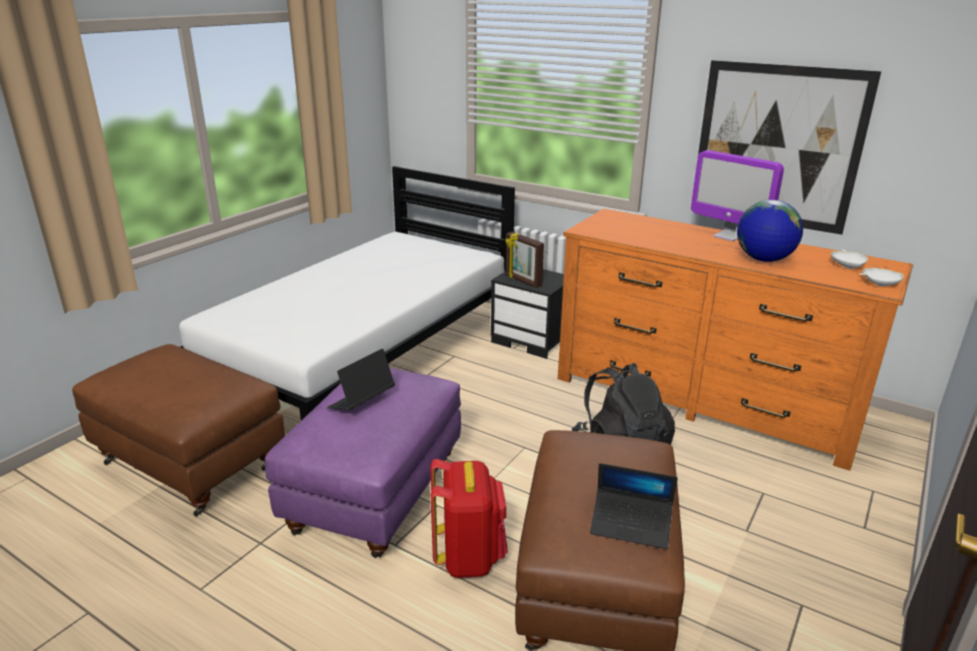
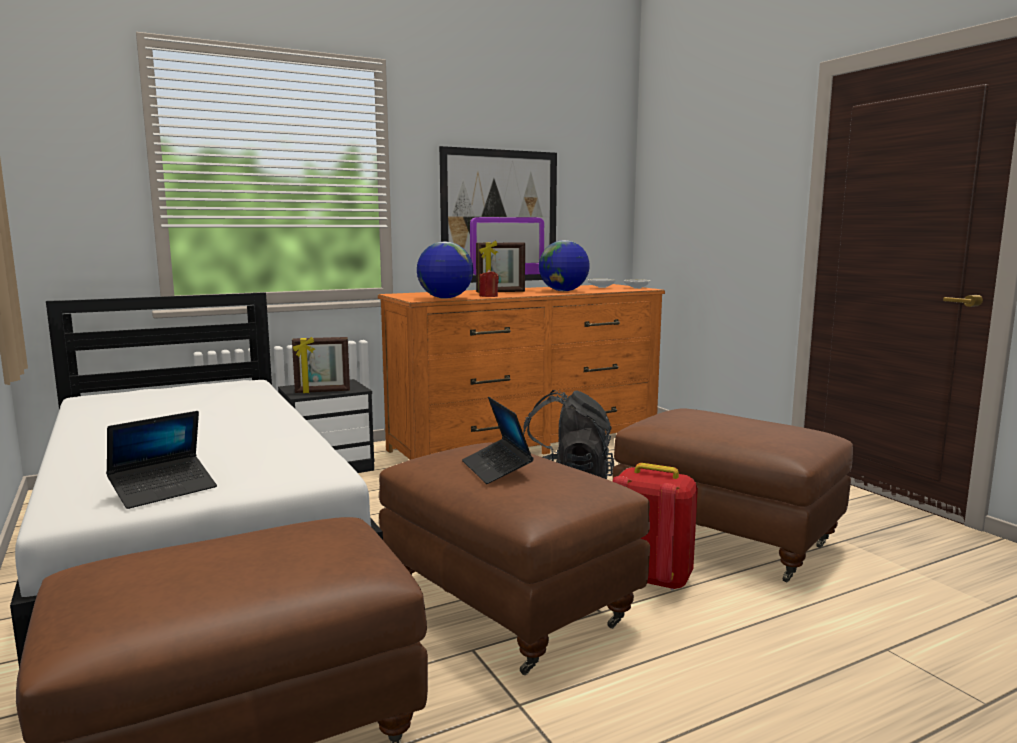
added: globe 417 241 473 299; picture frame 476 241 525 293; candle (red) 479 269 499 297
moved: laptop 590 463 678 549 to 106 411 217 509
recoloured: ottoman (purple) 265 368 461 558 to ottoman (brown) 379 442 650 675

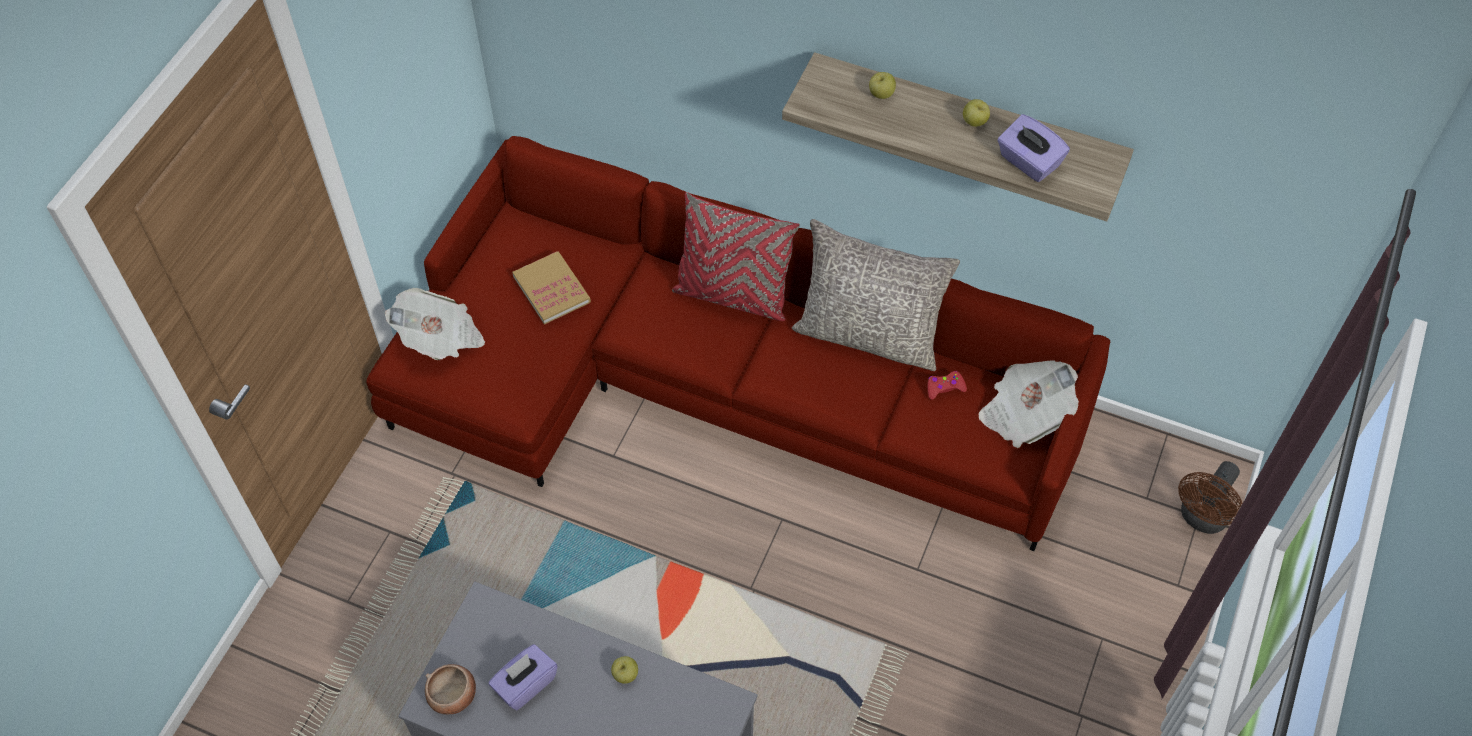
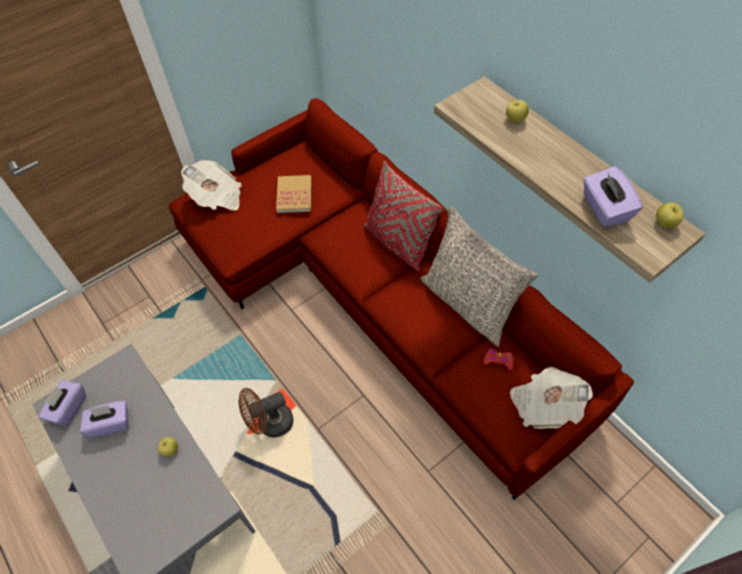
moved: apple 963 99 990 127 to 656 202 684 228; fan (brown) 1178 461 1242 534 to 238 388 293 437
replaced: bowl 425 664 476 714 to tissue box (purple) 38 380 86 426

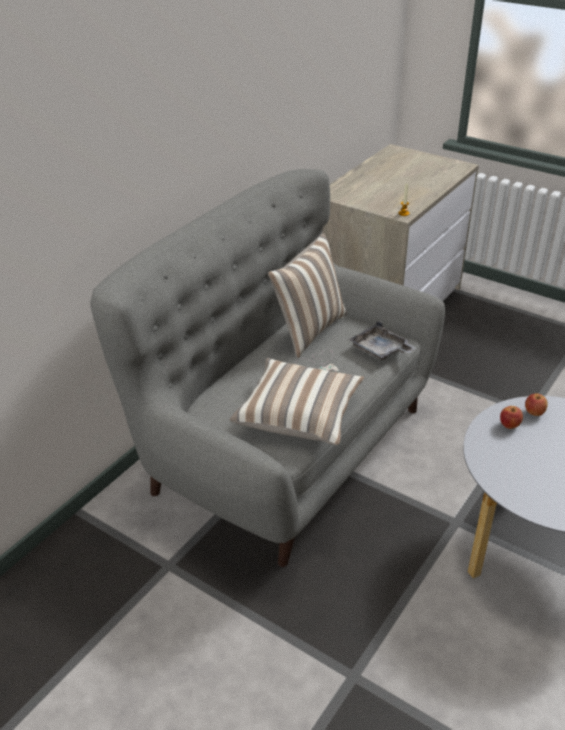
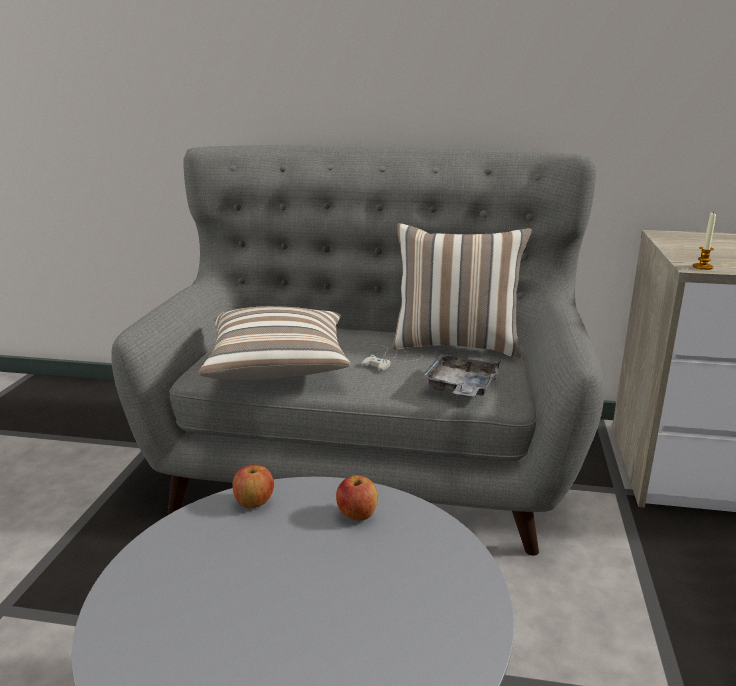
moved: apple 525 393 548 416 to 232 464 274 509

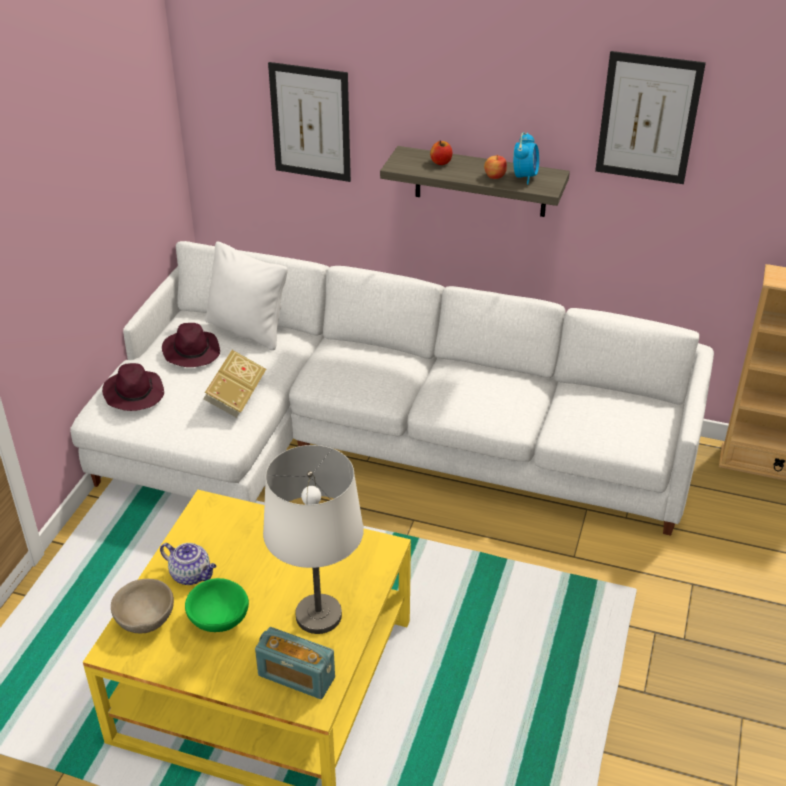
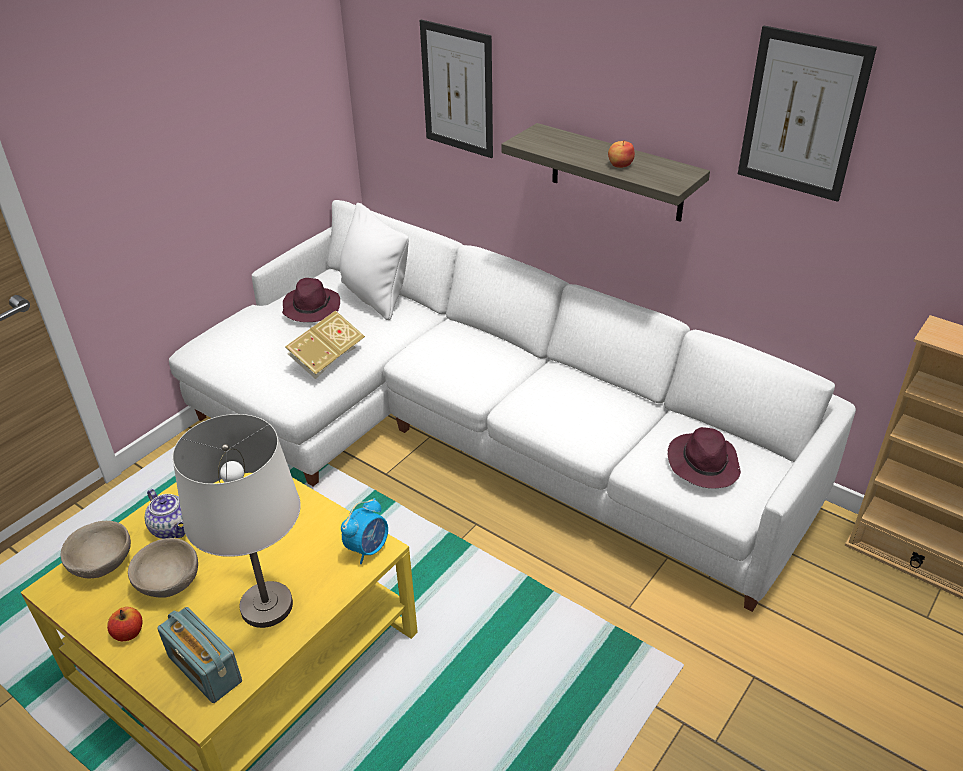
moved: alarm clock 513 132 539 185 to 341 498 388 564; apple 430 140 452 165 to 107 607 142 641; hat (purple) 102 363 164 411 to 667 427 741 489
recoloured: bowl (green) 185 578 249 632 to bowl (beige) 128 538 198 598

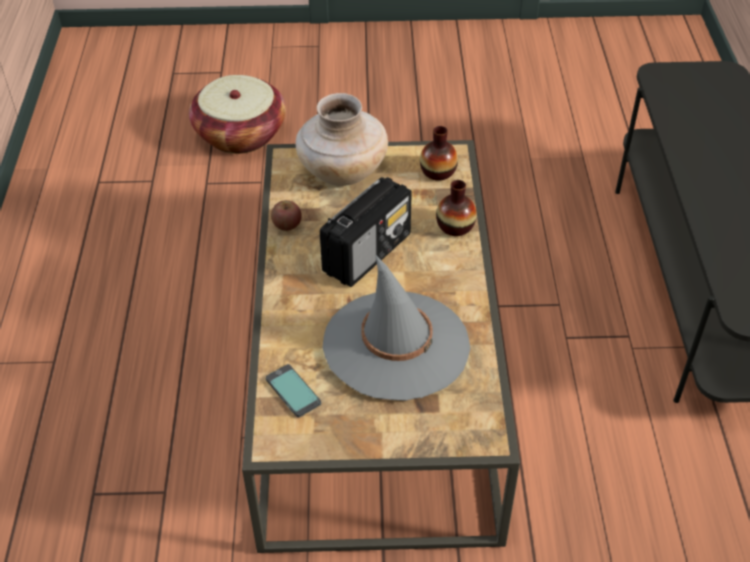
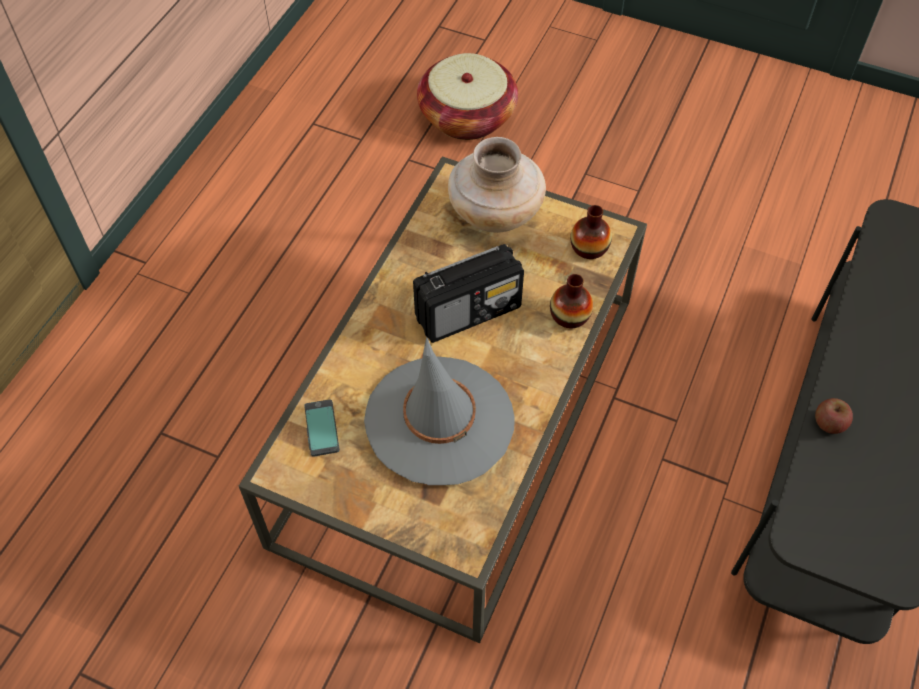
moved: apple 271 200 302 231 to 815 398 853 434

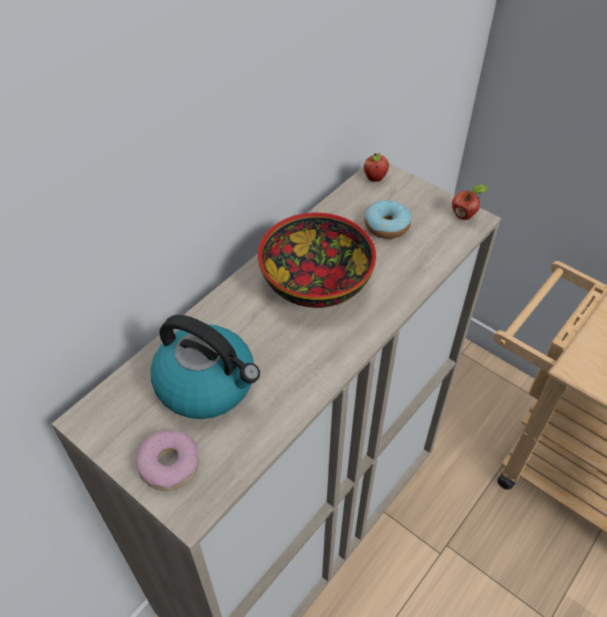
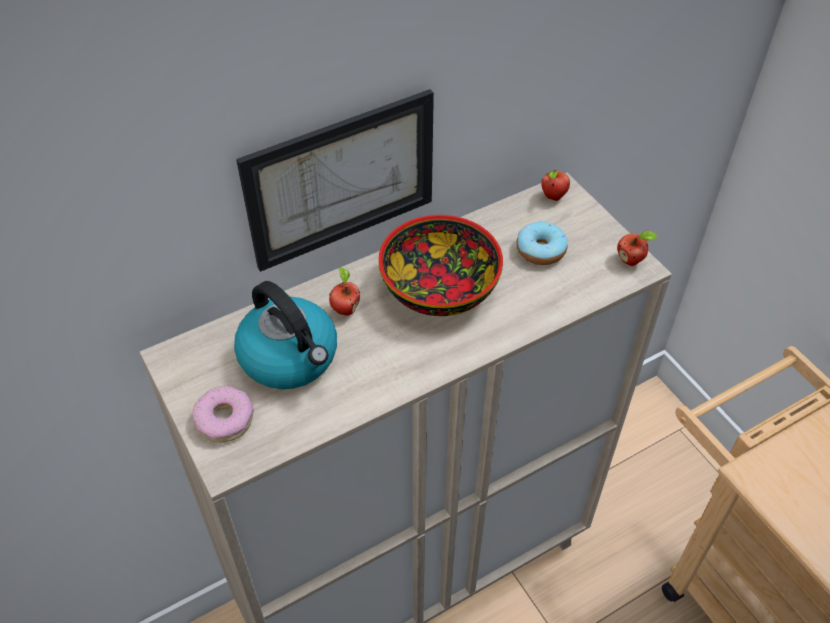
added: picture 236 89 434 272; apple 329 267 360 315

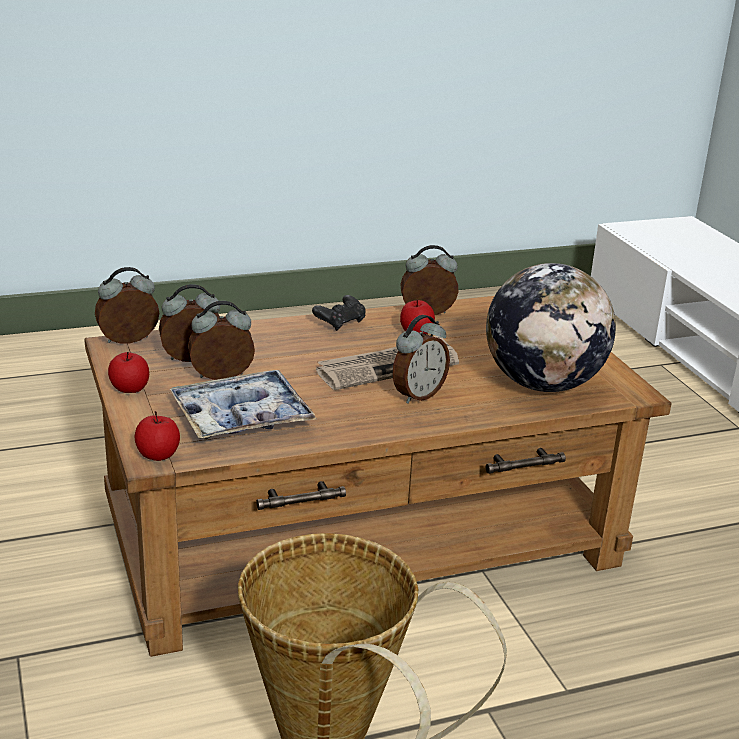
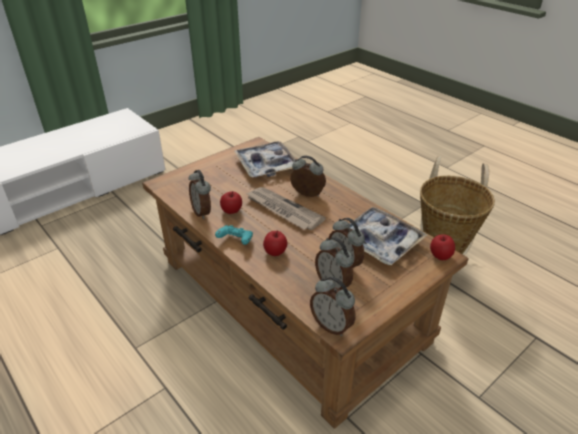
moved: apple 108 352 149 393 to 263 230 287 256
replaced: globe 486 263 616 392 to tray 234 141 295 178
recoloured: game controller (black) 312 295 365 331 to game controller (turquoise) 215 225 253 245

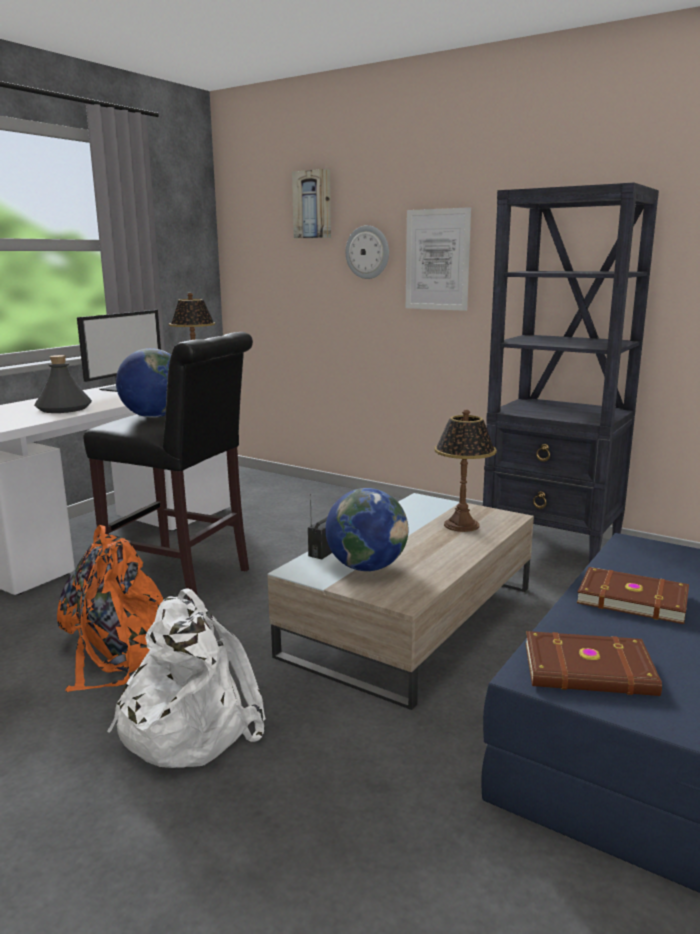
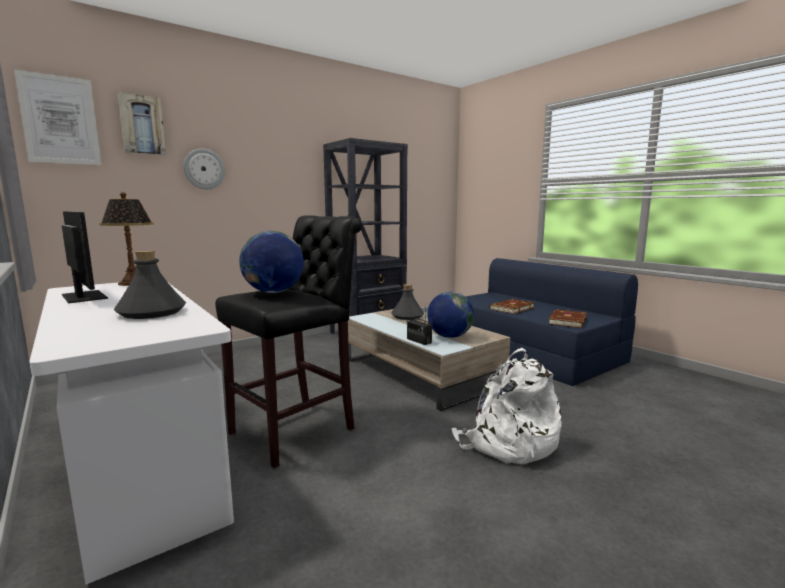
removed: backpack (orange) 57 525 165 692
moved: picture 406 207 471 311 to 14 69 101 165
replaced: table lamp 434 409 497 532 to bottle (grey) 391 284 424 320

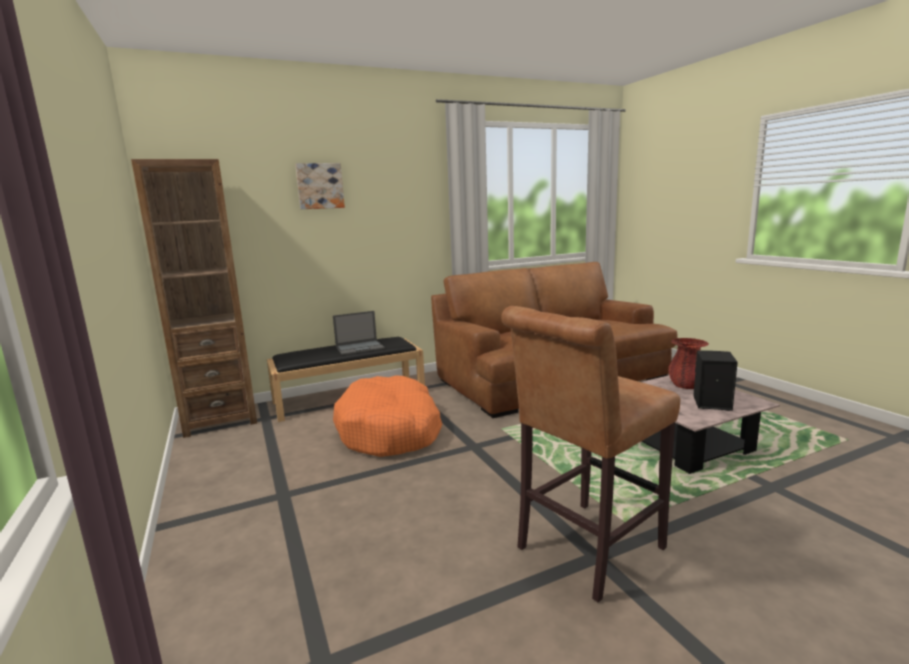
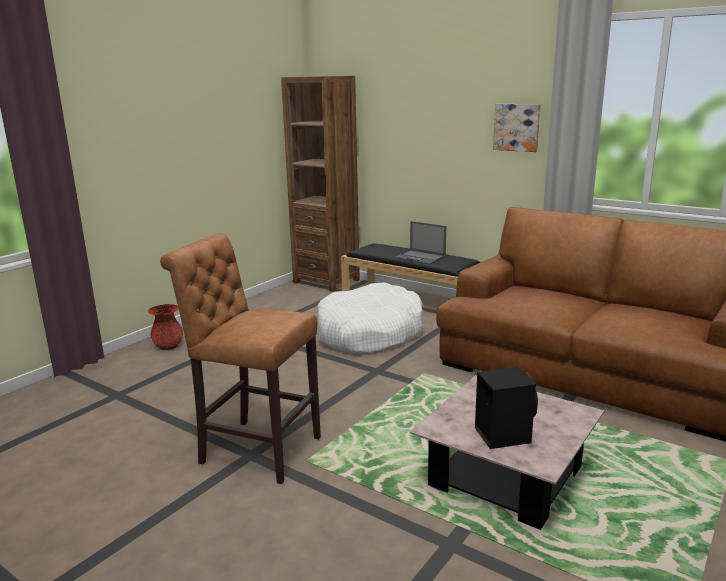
moved: picture 295 163 345 209 to 493 104 541 152; vase (red) 668 338 709 389 to 148 304 183 350
recoloured: dog bed (orange) 333 376 442 457 to dog bed (white) 317 282 424 354

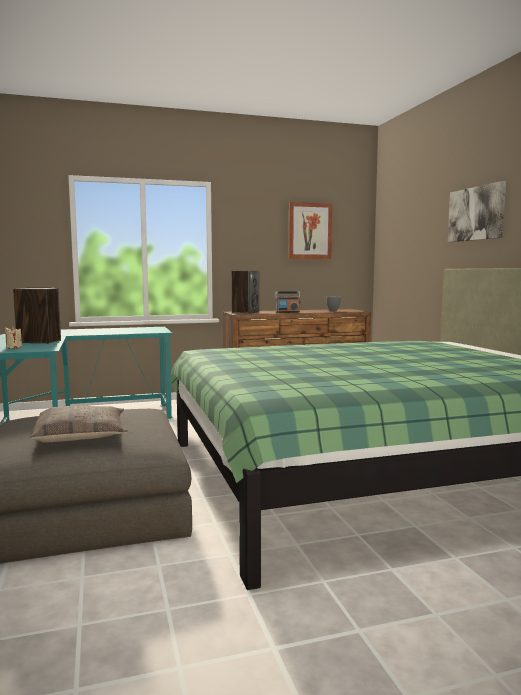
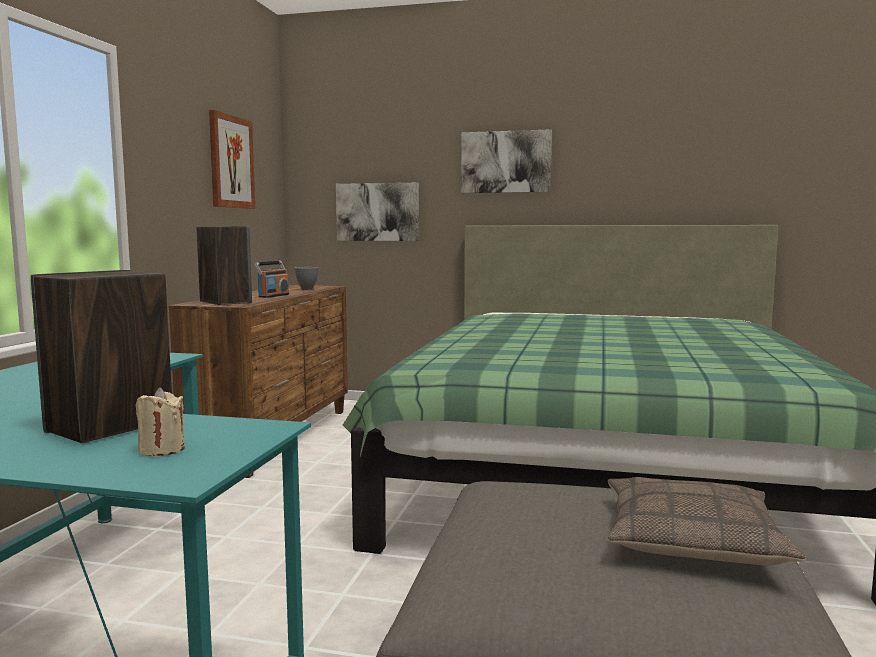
added: picture 336 183 419 241

